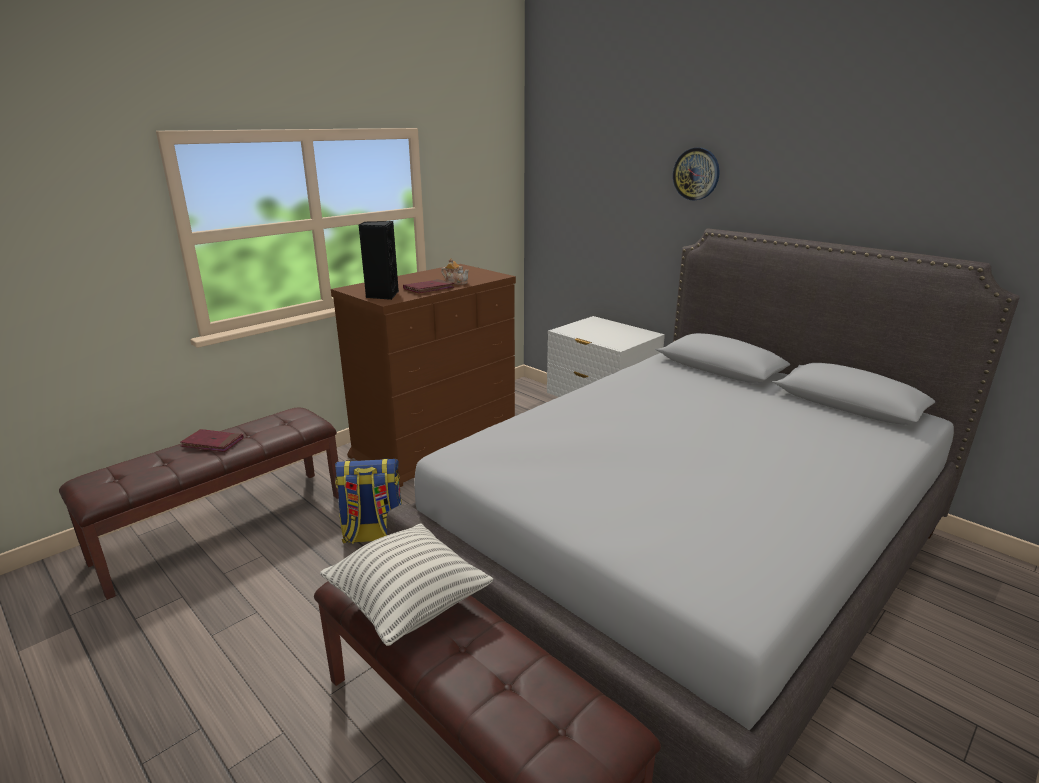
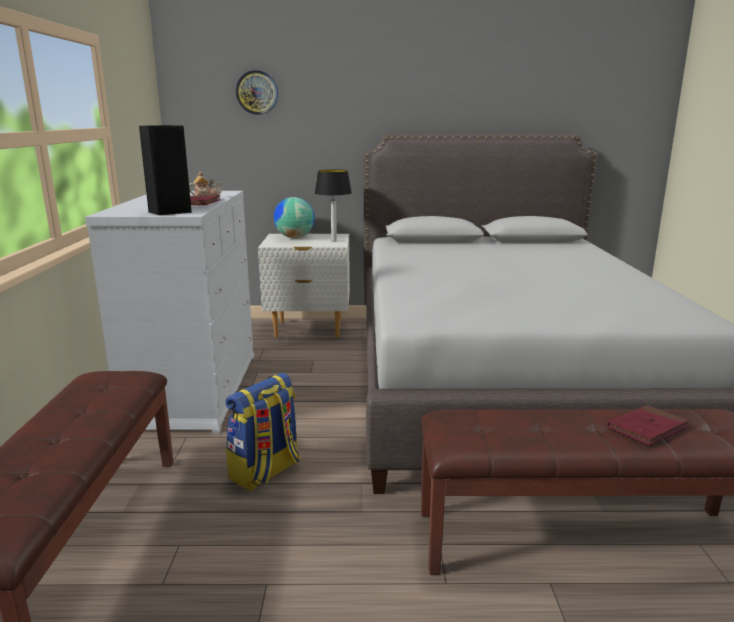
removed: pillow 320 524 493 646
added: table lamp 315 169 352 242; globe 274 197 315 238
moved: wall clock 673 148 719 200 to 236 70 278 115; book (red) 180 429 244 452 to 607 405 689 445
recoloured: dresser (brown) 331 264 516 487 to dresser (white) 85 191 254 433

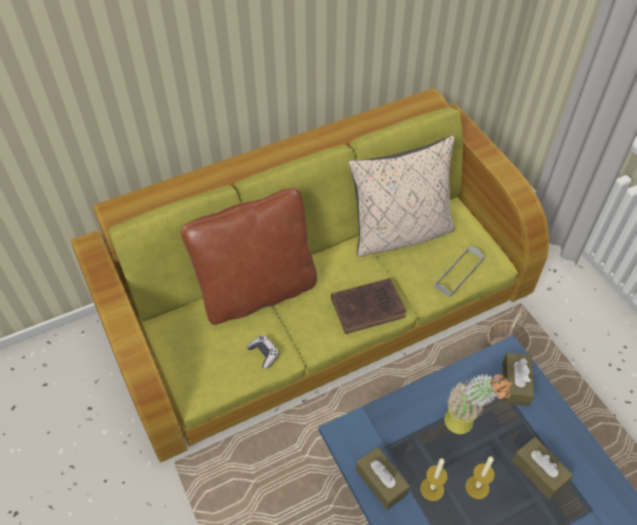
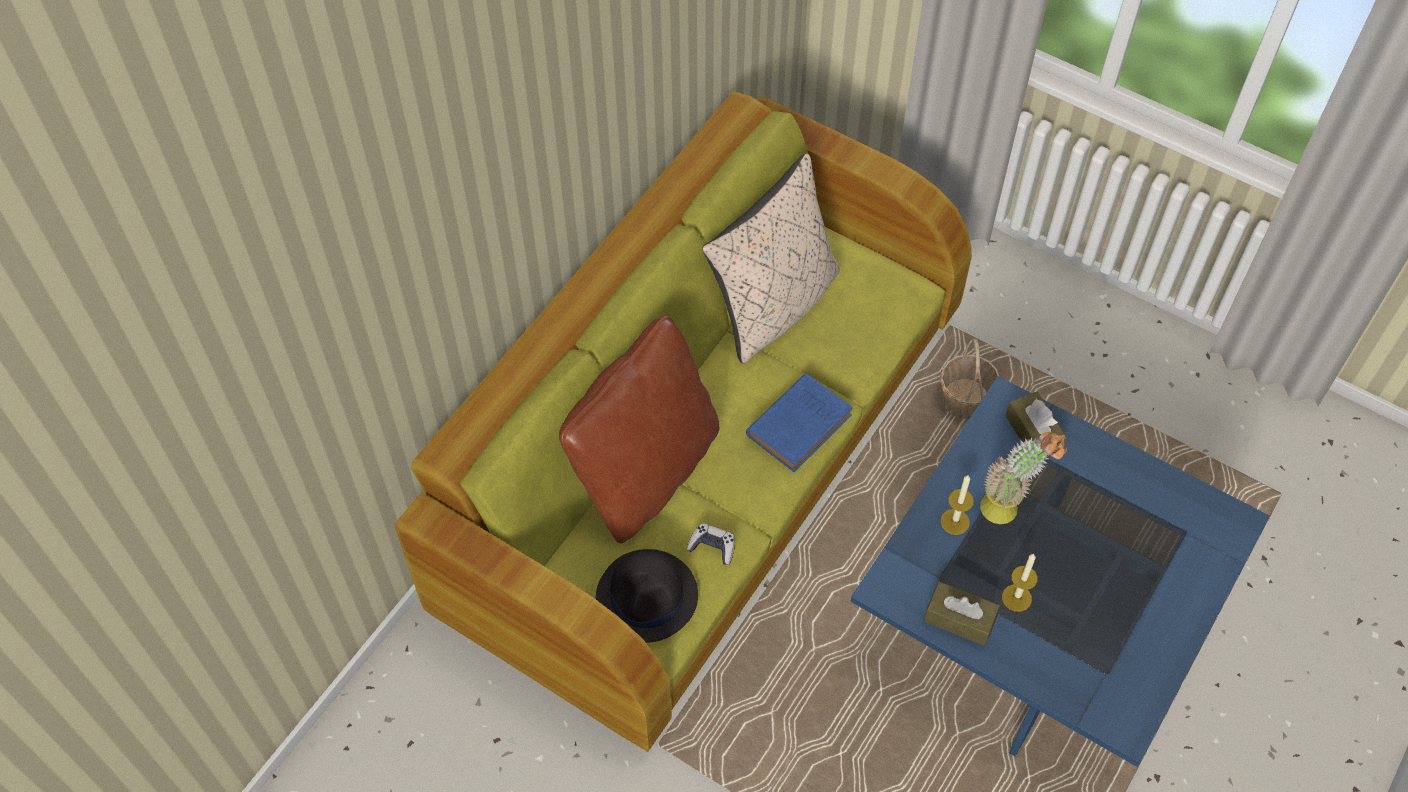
removed: tray (grey) 434 246 485 297; tissue box (brown) 512 437 573 499
added: hat (black) 596 549 698 643
moved: candle 465 457 495 499 to 940 475 974 535
recoloured: book (brown) 331 278 406 334 to book (blue) 746 373 853 472

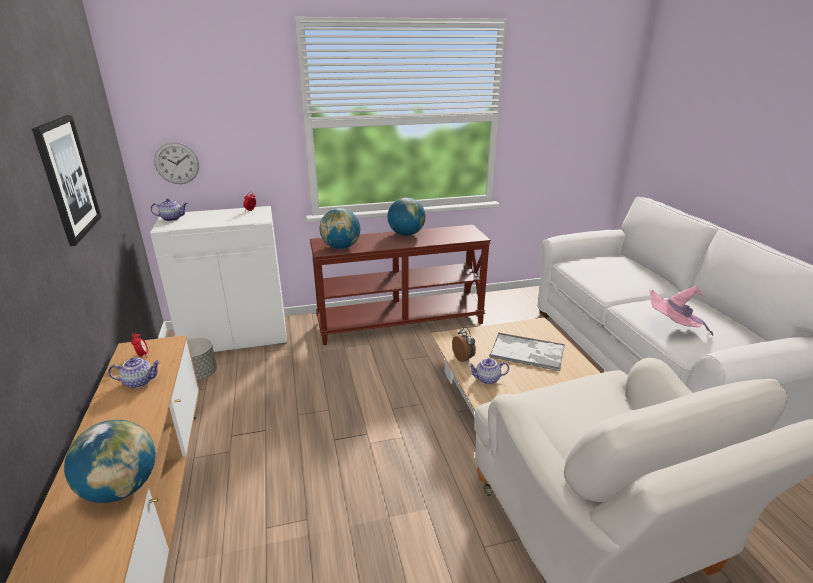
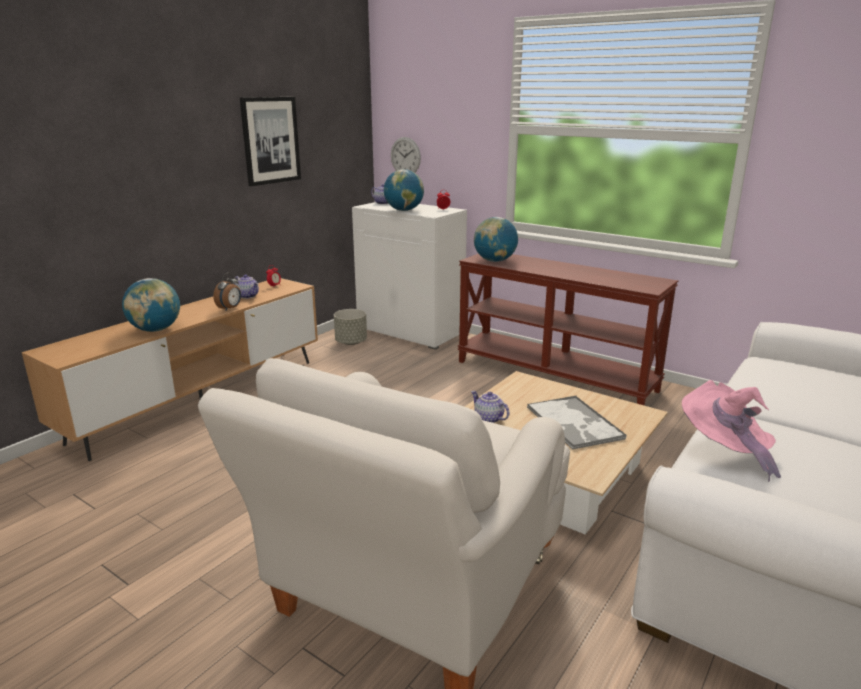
moved: globe 387 197 425 236 to 384 169 424 211; alarm clock 452 327 476 362 to 213 273 241 310

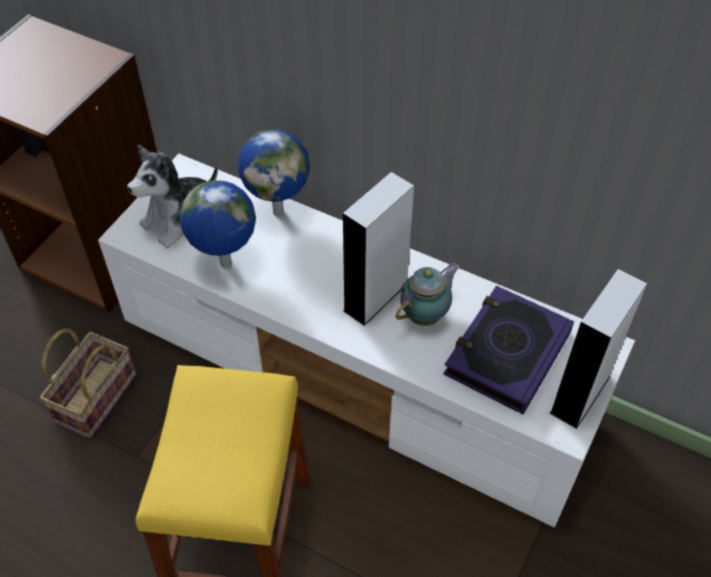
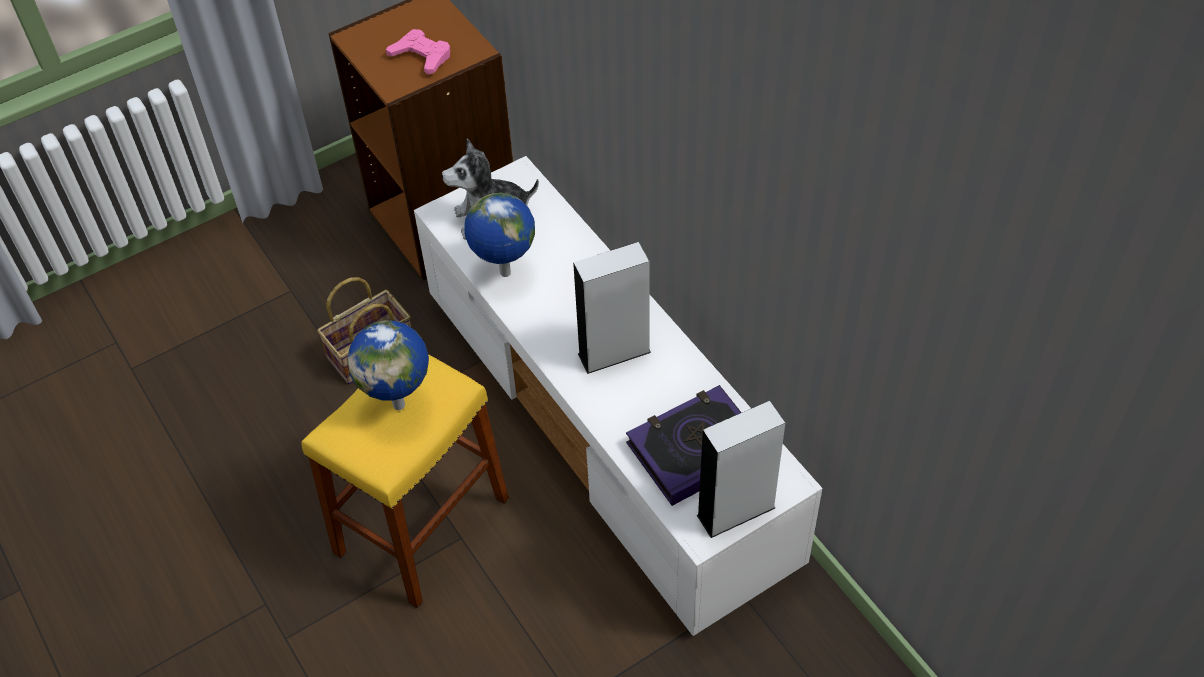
removed: teapot 396 263 460 326
added: game controller (pink) 386 29 450 75
moved: globe 238 129 310 217 to 347 320 429 410

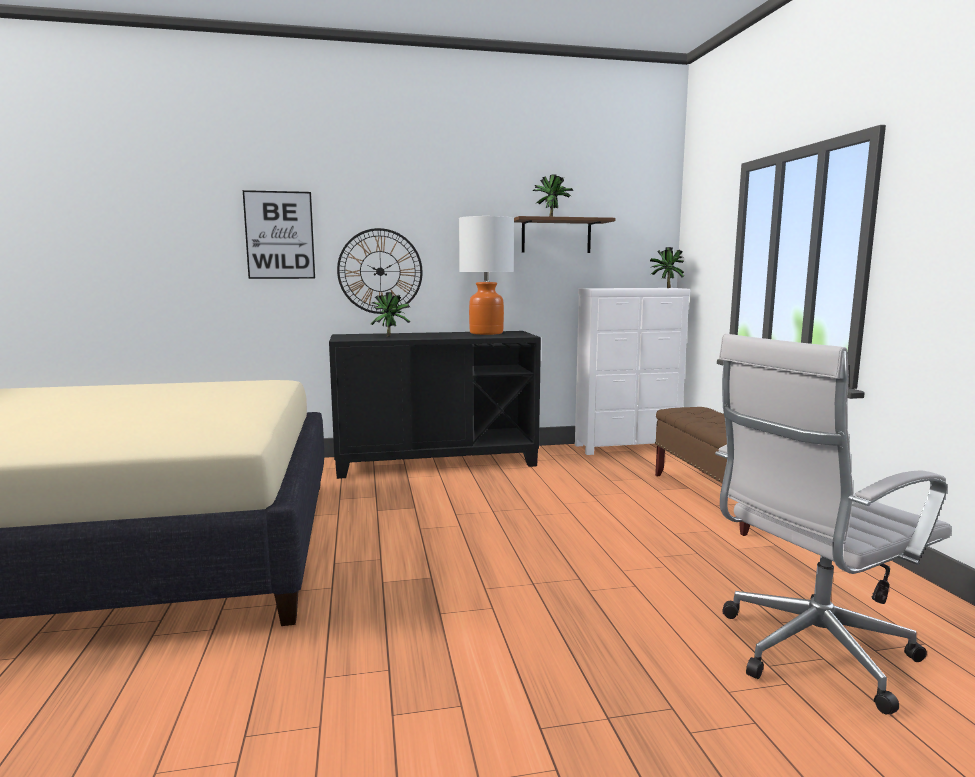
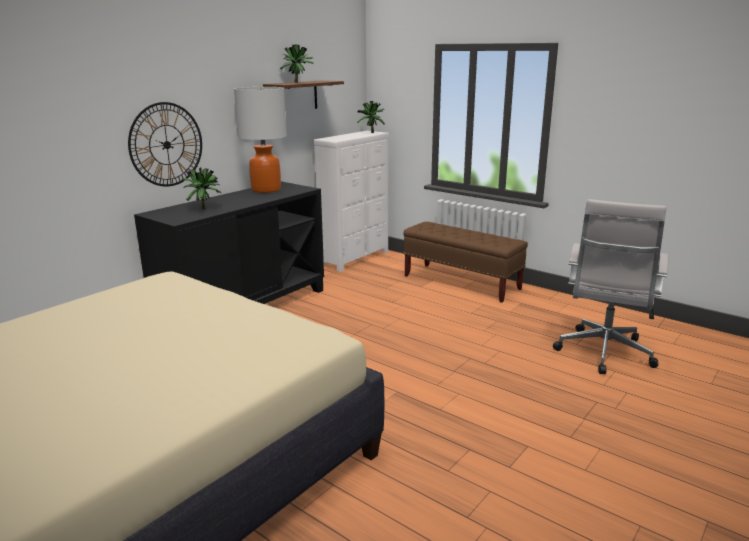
removed: picture 243 190 315 279

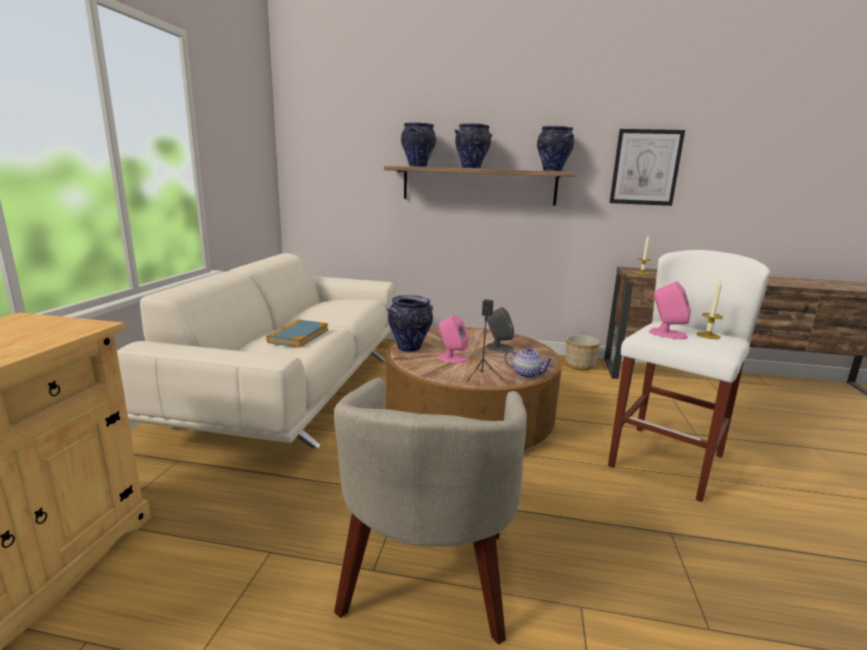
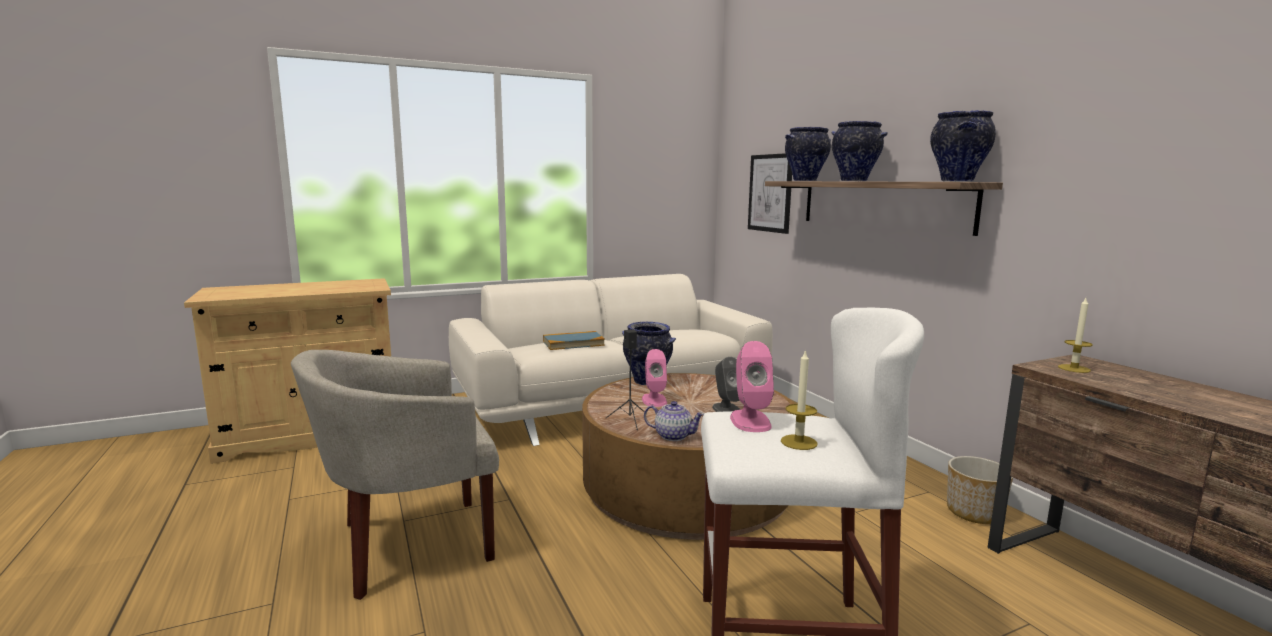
moved: picture 610 129 685 206 to 748 153 792 234
turned: teapot 504 347 554 378 = 644 401 704 441 60 degrees counterclockwise

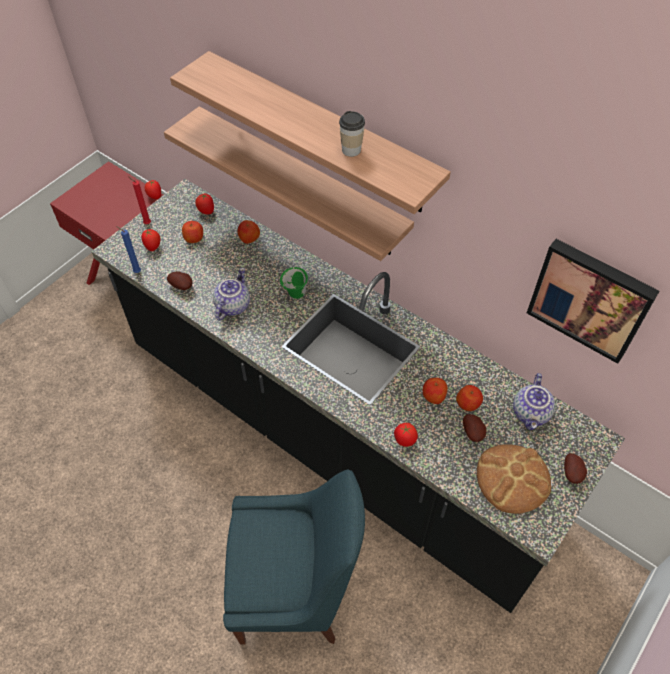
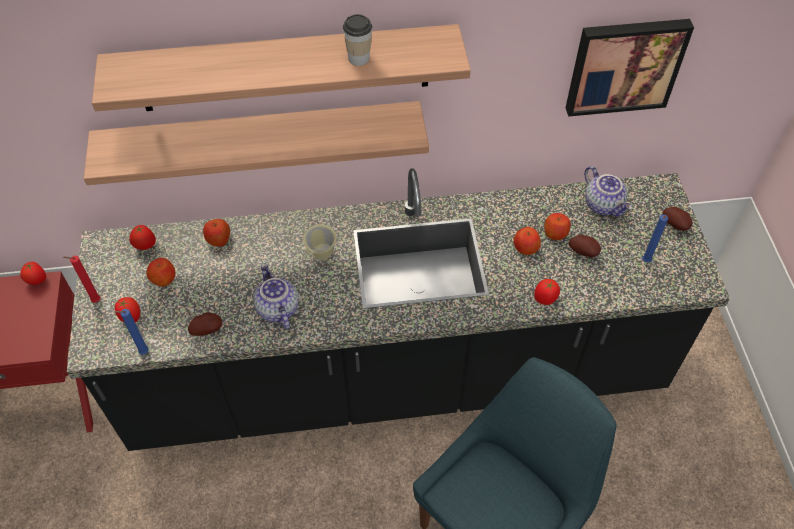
replaced: bread 477 444 551 514 to candle (blue) 642 215 668 263
recoloured: mug (green) 280 267 308 299 to mug (beige) 303 224 337 260

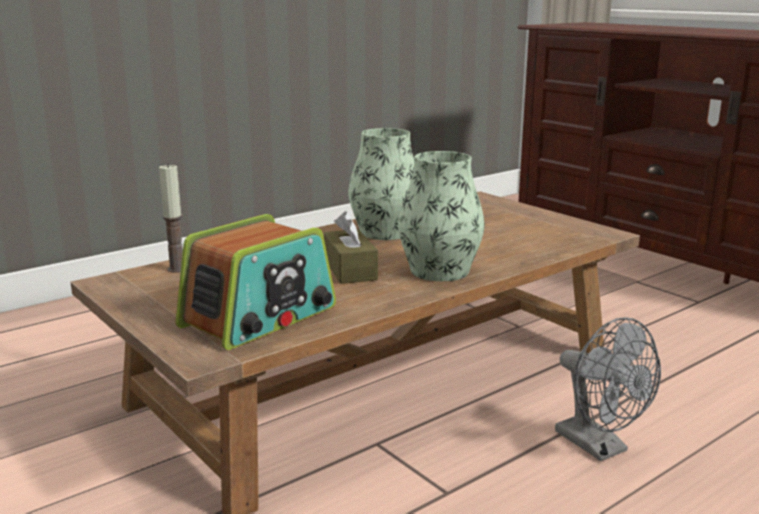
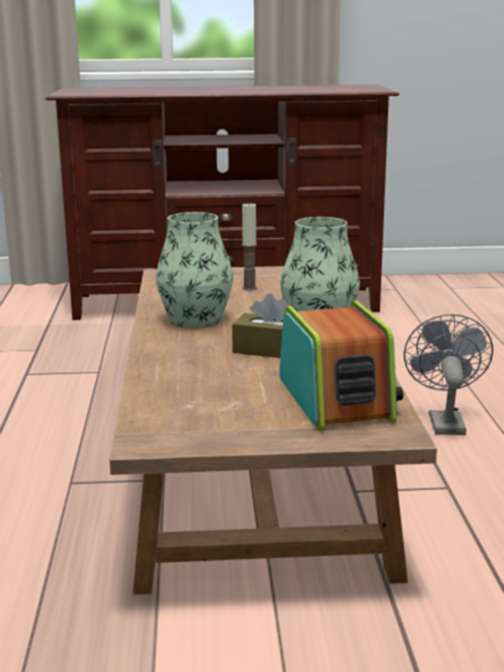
moved: candle 159 163 183 273 to 242 203 257 291
turned: fan (grey) 555 317 661 461 = 404 314 493 435 90 degrees counterclockwise

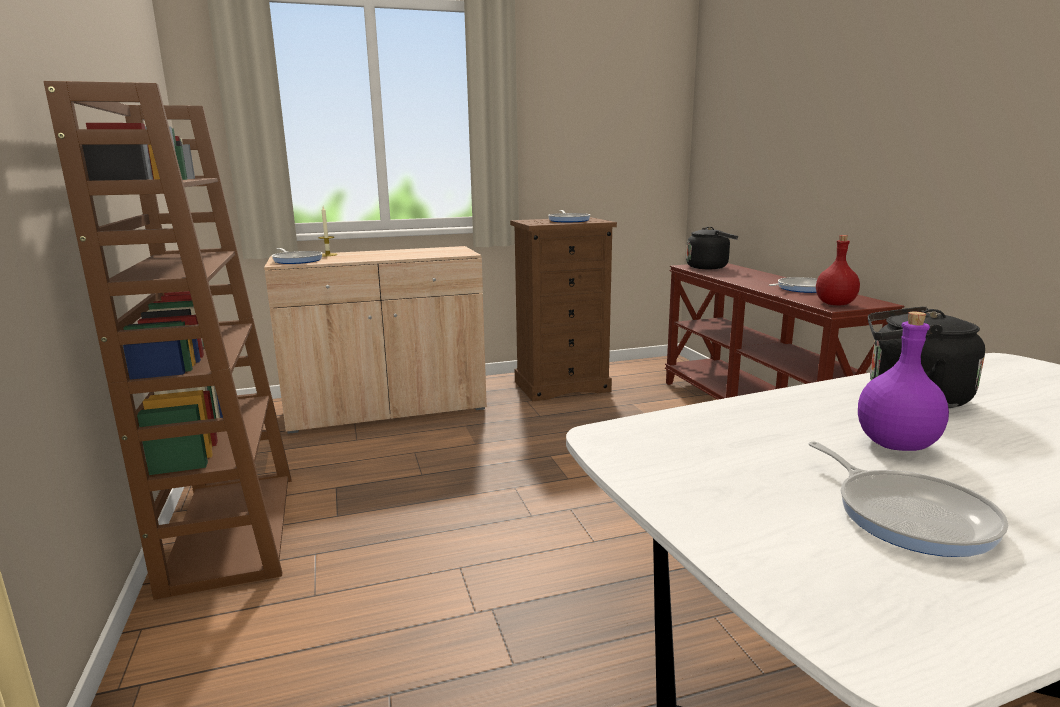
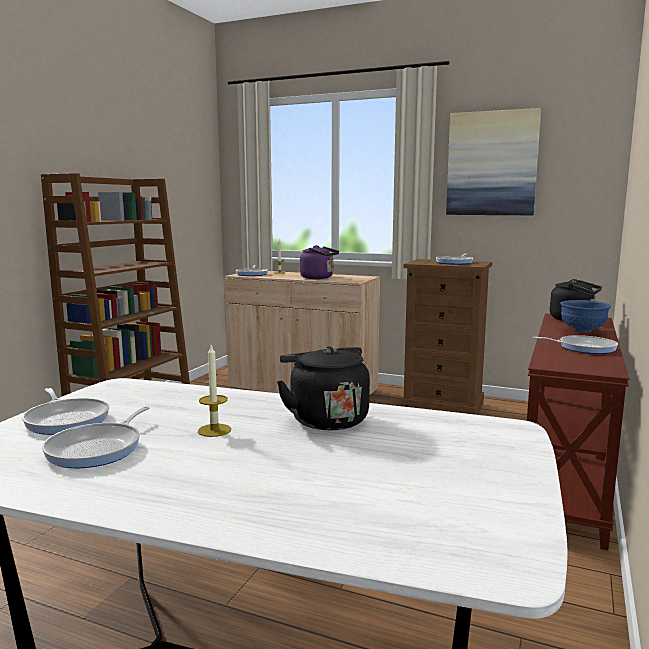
removed: bottle (red) 816 235 860 305
added: picture 446 108 541 215; kettle (purple) 300 245 339 279; bowl (blue) 560 300 611 332; frying pan 22 388 109 435
replaced: bottle (purple) 858 311 949 451 to candle 198 345 231 437

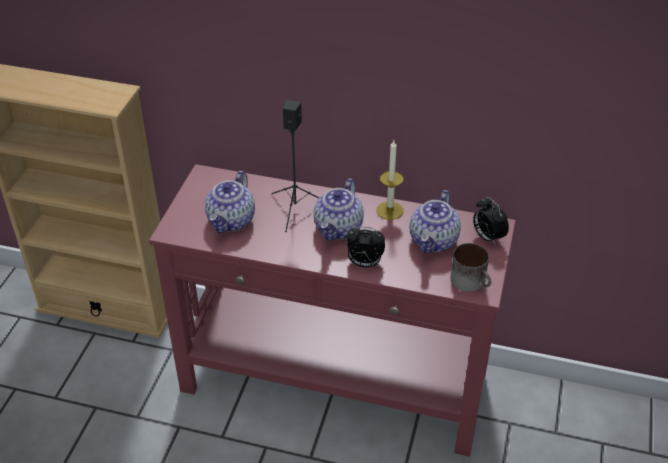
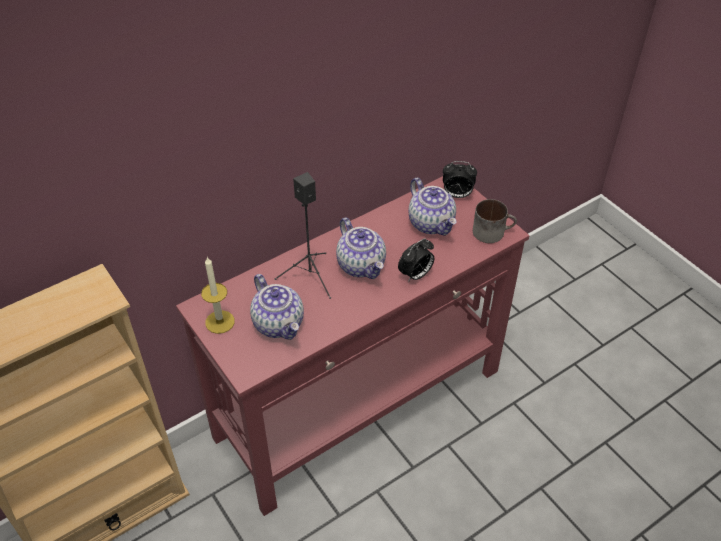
moved: candle 376 140 404 220 to 201 257 235 334

